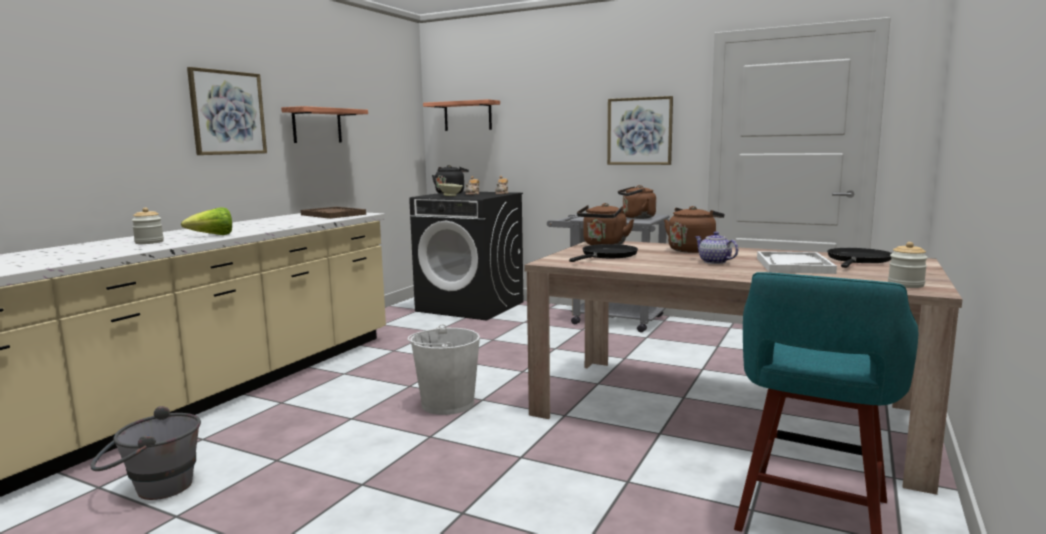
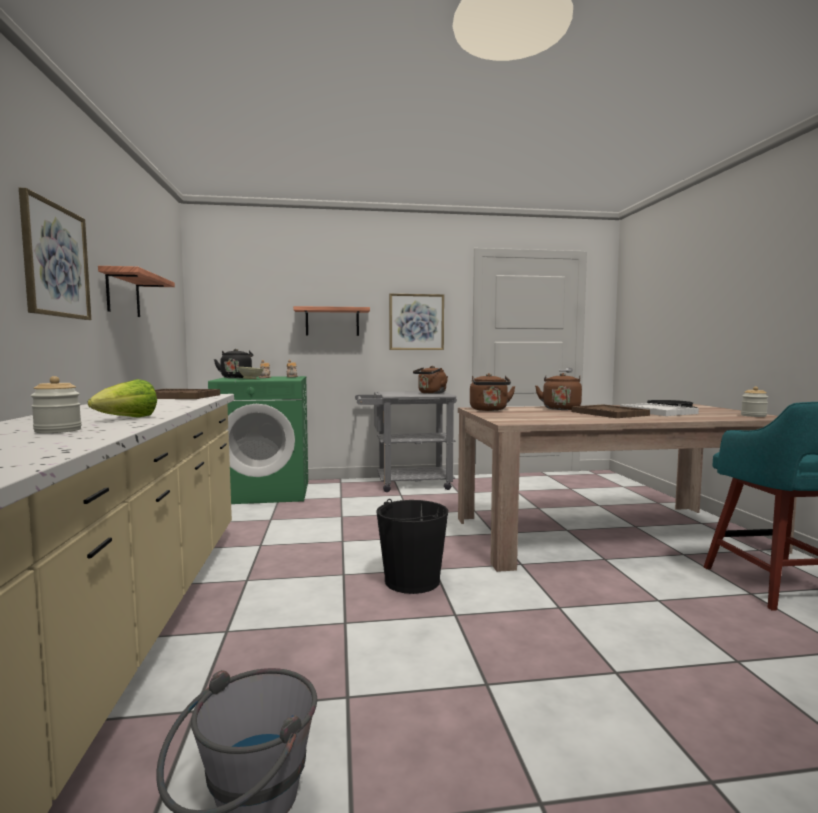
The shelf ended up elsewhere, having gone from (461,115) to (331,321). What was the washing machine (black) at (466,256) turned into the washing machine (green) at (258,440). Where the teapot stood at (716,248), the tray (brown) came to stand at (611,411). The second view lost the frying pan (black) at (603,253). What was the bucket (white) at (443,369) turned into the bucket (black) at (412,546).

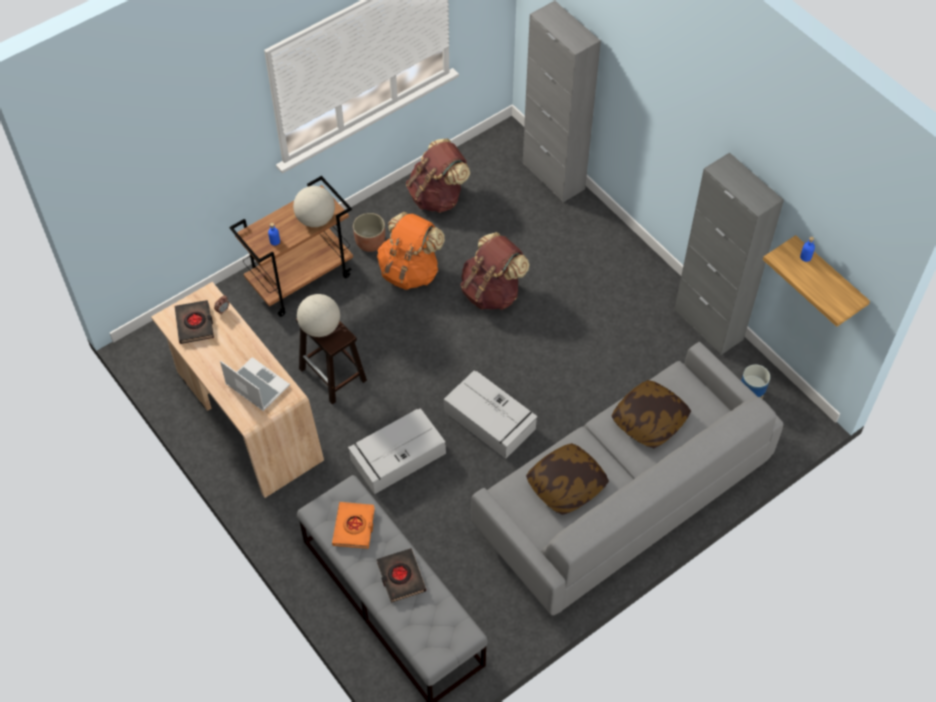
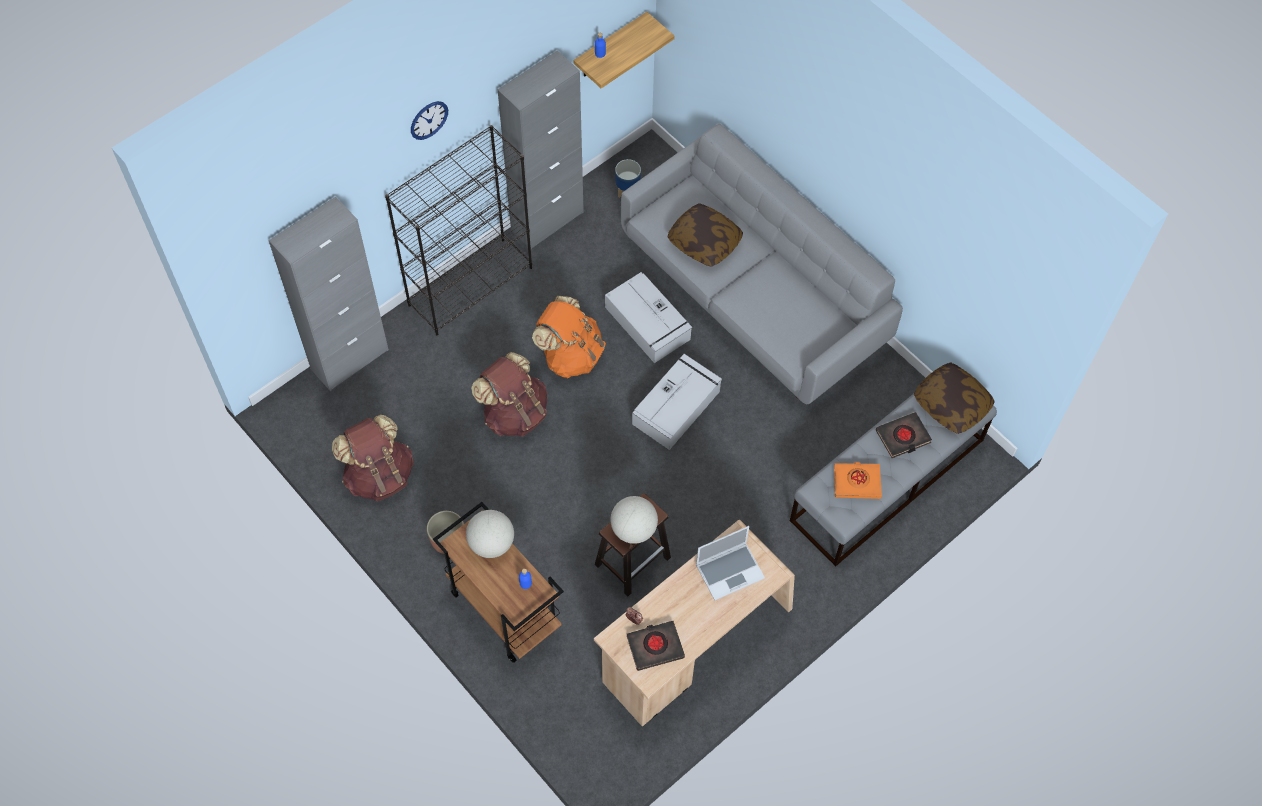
The backpack (orange) ended up elsewhere, having gone from (411,251) to (569,337). The laptop at (255,384) ended up facing another way, 150 degrees counterclockwise from before. The storage box (grey) ended up elsewhere, having gone from (397,451) to (648,317). The pillow ended up elsewhere, having gone from (567,479) to (954,398). The second view gained the wall clock at (429,120). The second view gained the bookcase (black) at (458,230).

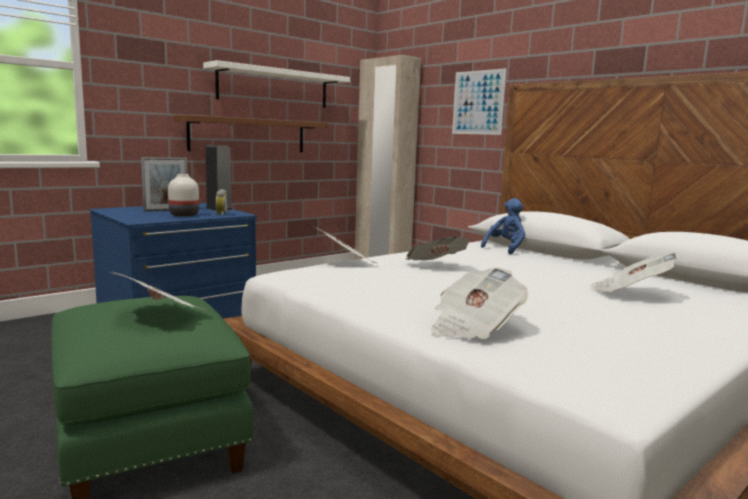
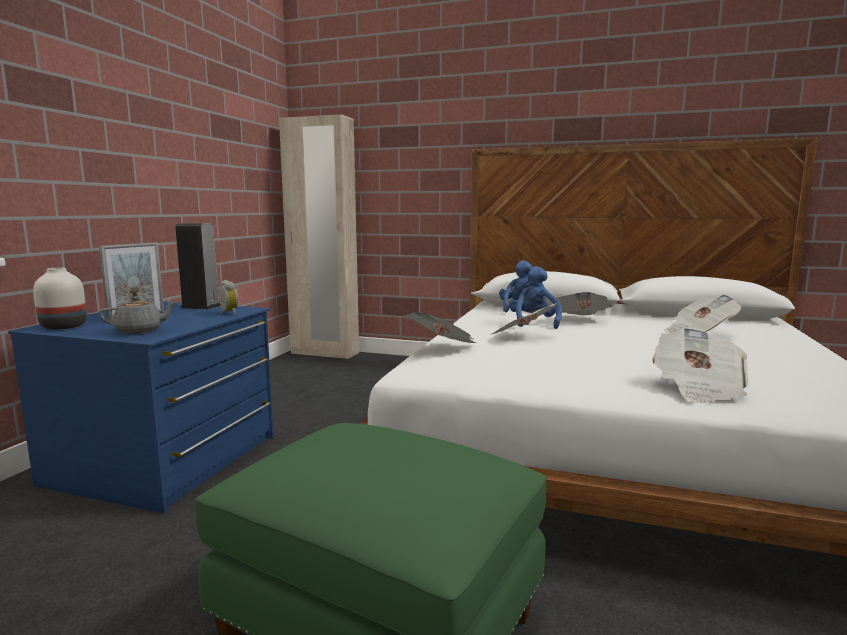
The second view lost the shelf (white) at (276,84). The second view lost the picture at (479,101). The second view lost the shelf (brown) at (250,133). The vase (white) ended up elsewhere, having gone from (183,195) to (60,299). The newspaper ended up elsewhere, having gone from (158,291) to (583,303). The second view gained the plush toy (blue) at (535,297). The second view gained the teapot (grey) at (138,315).

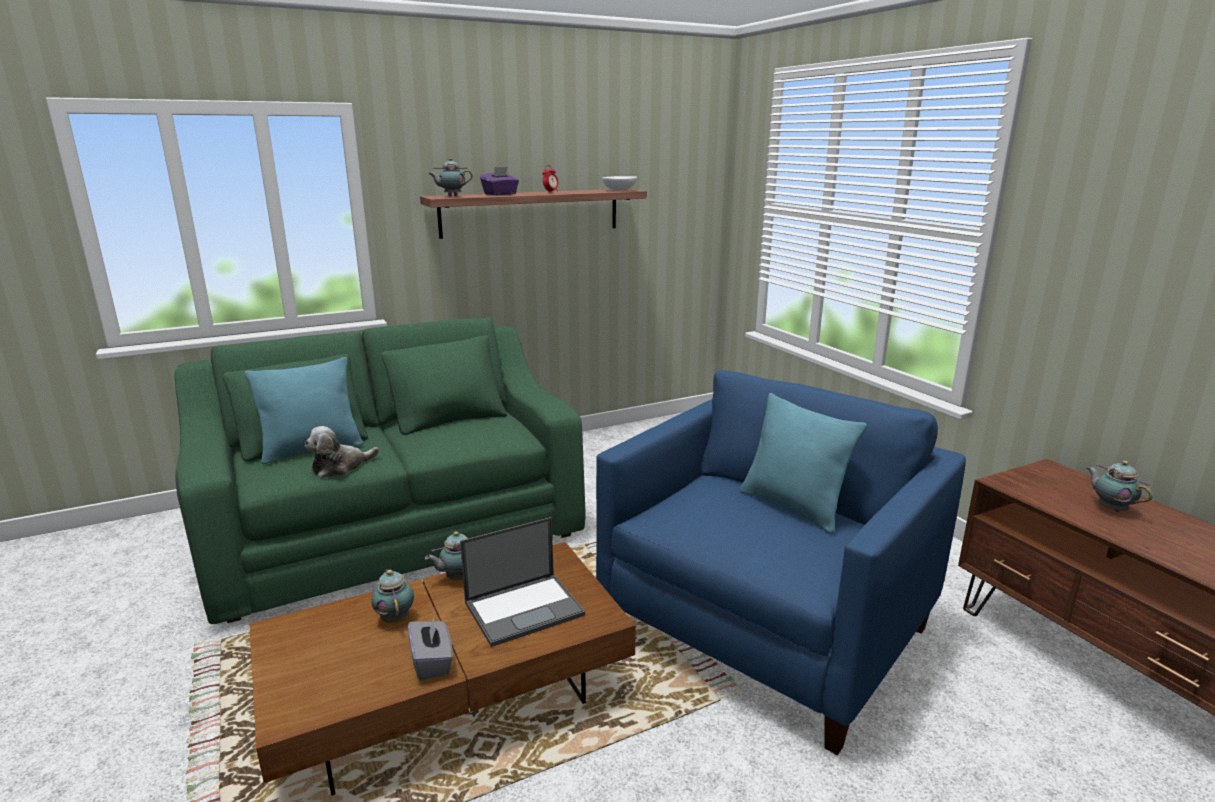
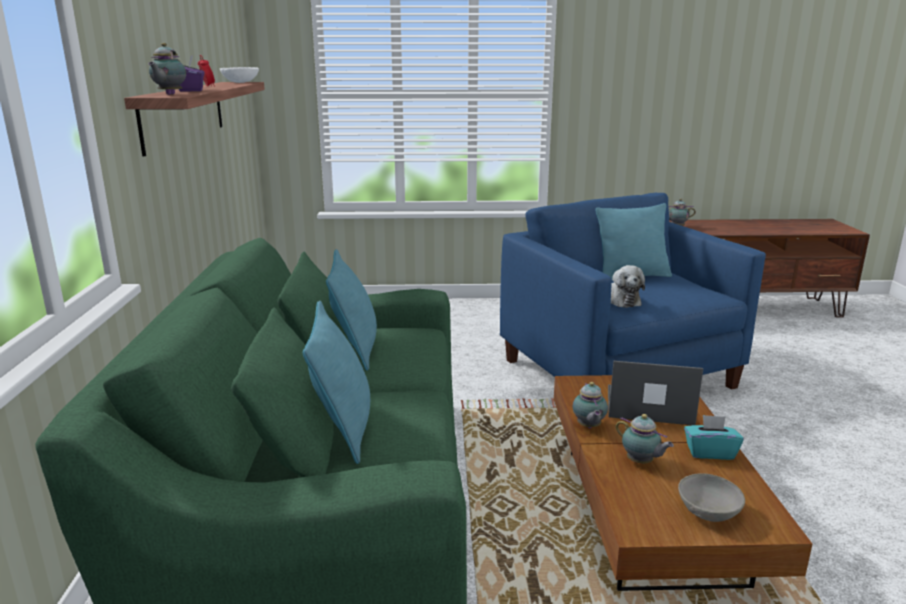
The plush toy ended up elsewhere, having gone from (342,452) to (628,286). The laptop at (522,582) ended up facing another way, 75 degrees counterclockwise from before. The teapot at (392,596) ended up facing another way, 135 degrees counterclockwise from before. What was the tissue box (grey) at (430,648) turned into the tissue box (turquoise) at (714,437). The second view gained the pillow (turquoise) at (351,310). The second view gained the bowl (grey) at (711,497).

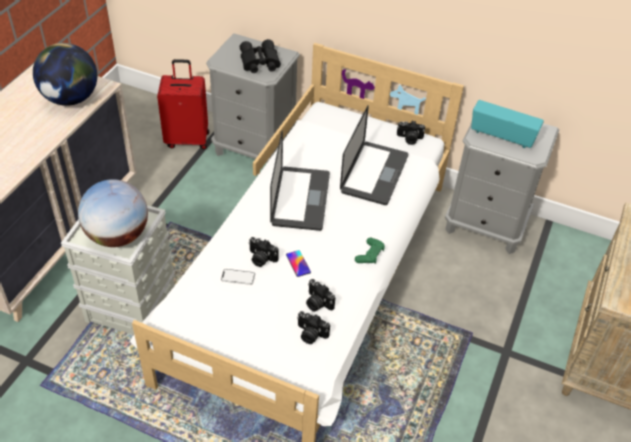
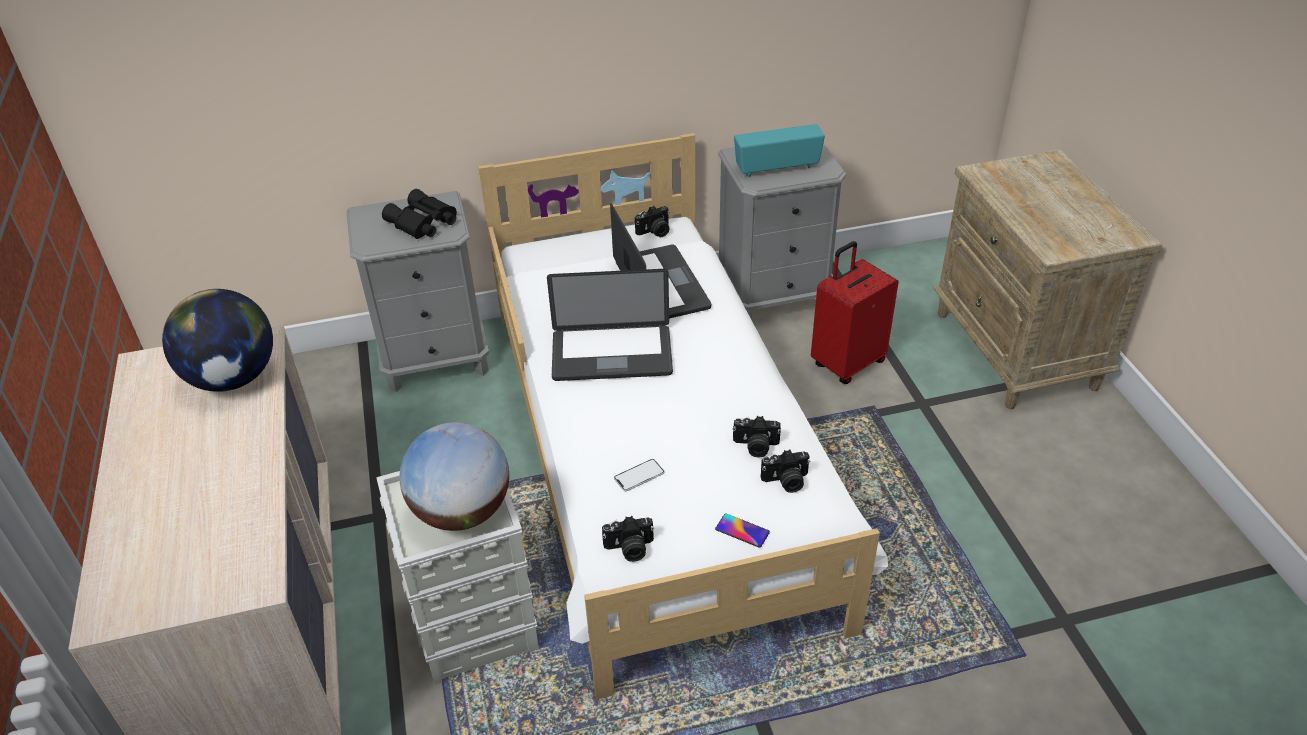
The suitcase (red) ended up elsewhere, having gone from (183,104) to (855,312). The laptop at (300,180) ended up facing another way, 120 degrees clockwise from before. The photo camera ended up elsewhere, having gone from (264,252) to (628,539). The second view lost the game controller (green) at (370,251). The phone ended up elsewhere, having gone from (298,263) to (742,531).

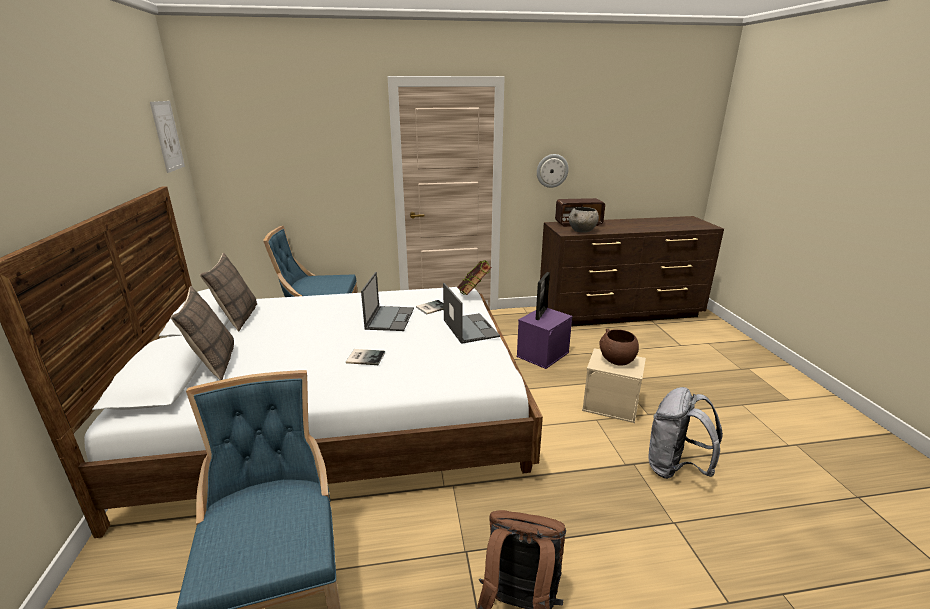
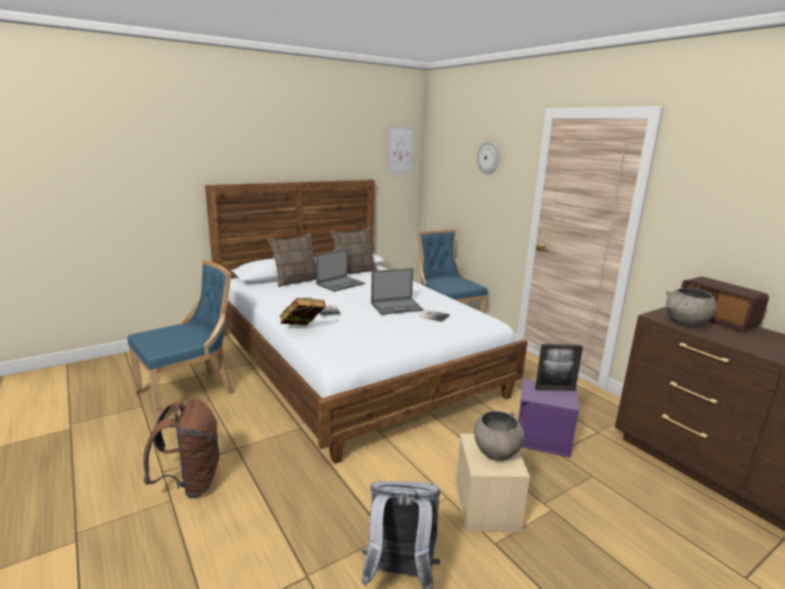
The wall clock ended up elsewhere, having gone from (553,171) to (488,157). The book ended up elsewhere, having gone from (474,277) to (302,311). The laptop ended up elsewhere, having gone from (471,313) to (340,270). What was the bowl (brown) at (619,347) turned into the bowl (grey) at (499,436).

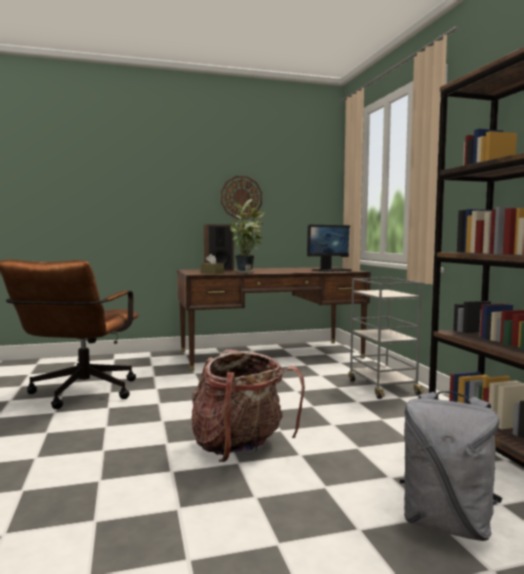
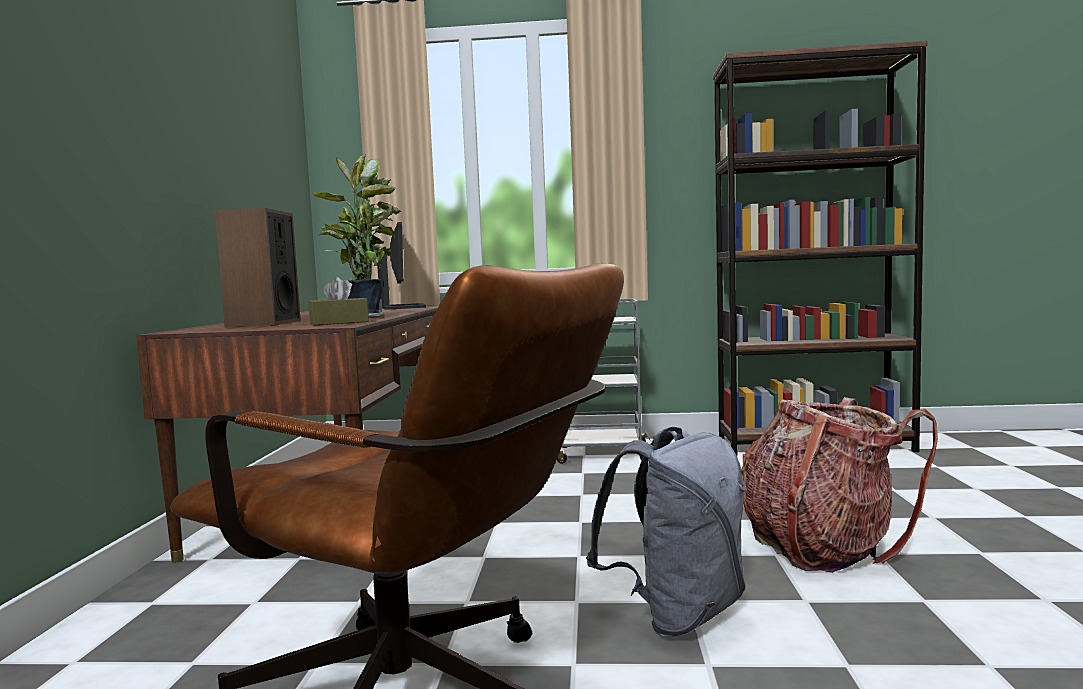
The second view lost the wall clock at (241,197). The backpack (grey) ended up elsewhere, having gone from (451,466) to (665,532).

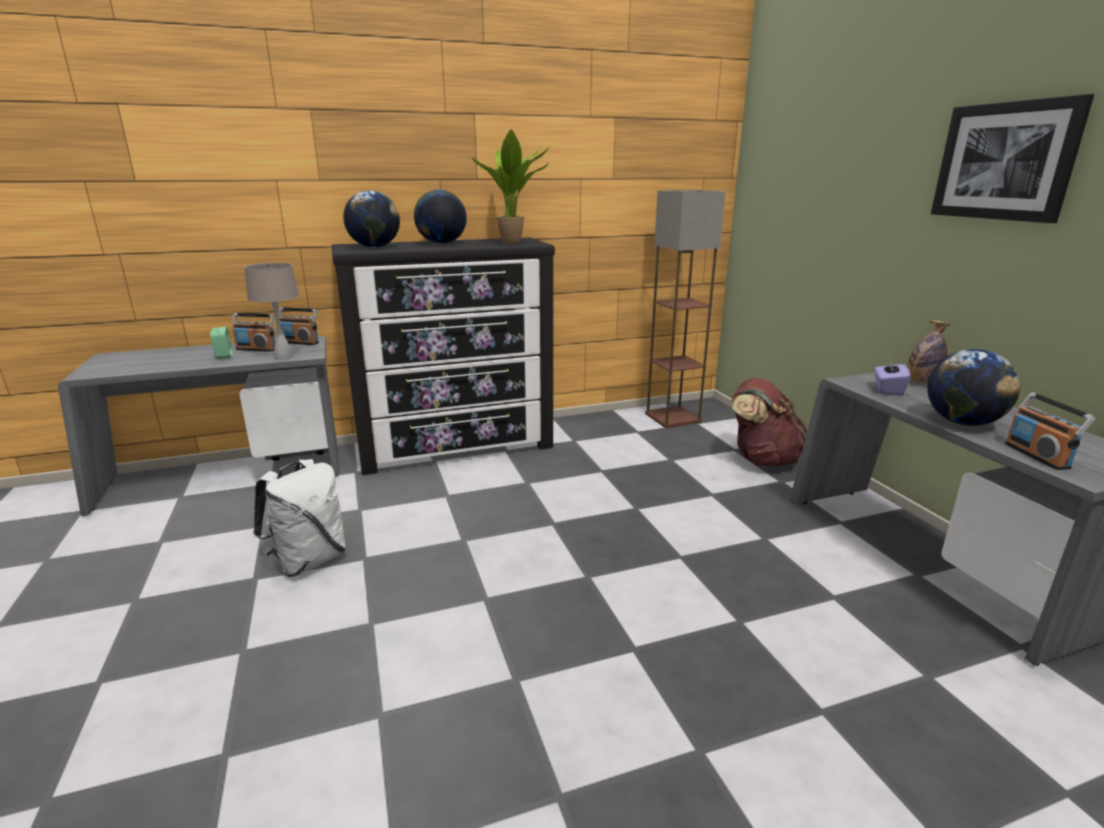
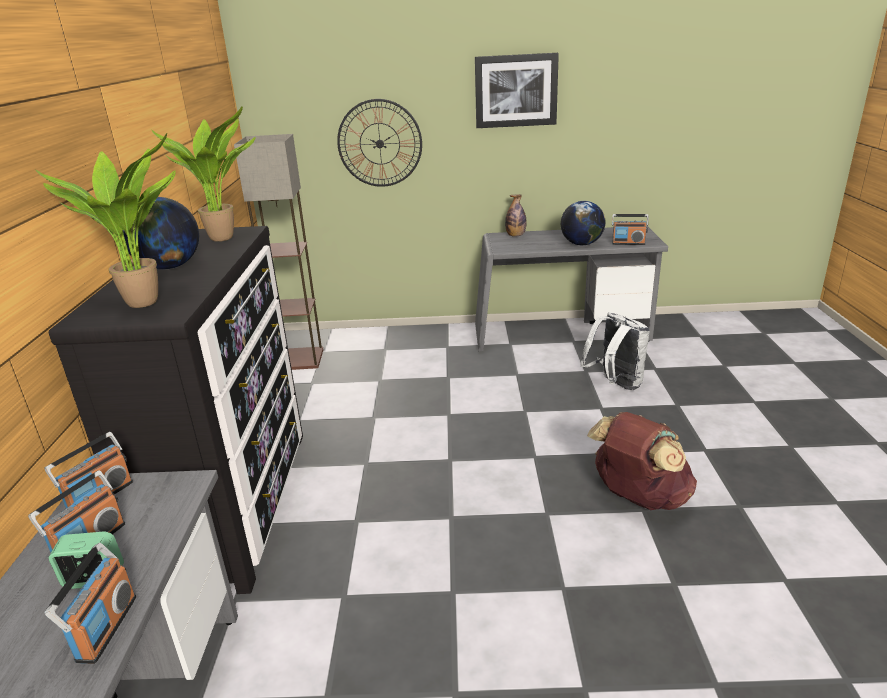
Where the globe stood at (371,219), the potted plant came to stand at (105,220). The second view lost the table lamp (beige) at (271,311). The second view lost the tissue box (purple) at (892,376). The backpack (brown) ended up elsewhere, having gone from (769,422) to (642,461). The backpack (white) ended up elsewhere, having gone from (299,518) to (615,351). The second view gained the wall clock at (379,143). The second view gained the radio at (90,603).

